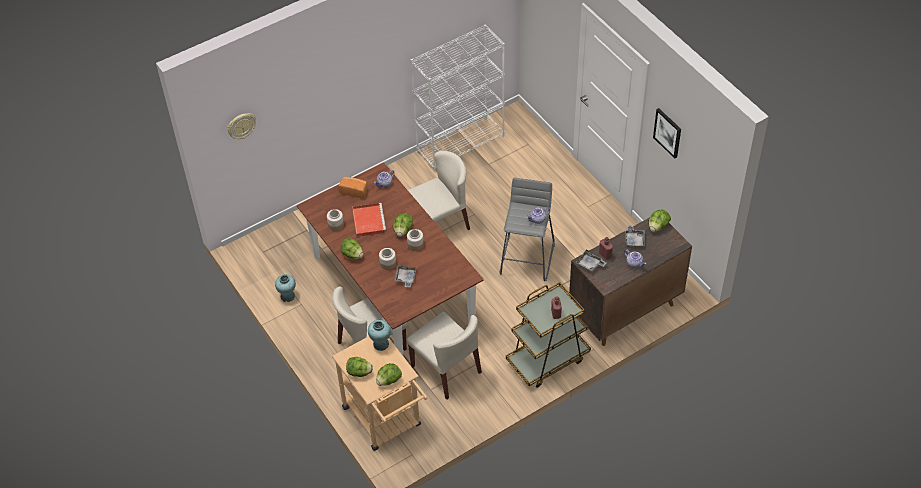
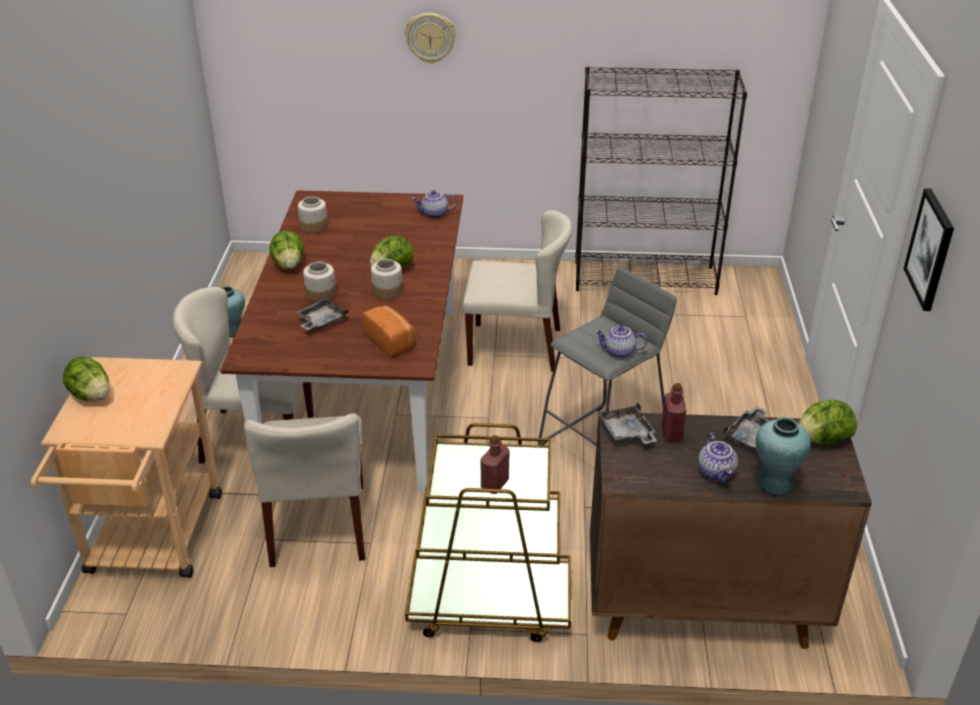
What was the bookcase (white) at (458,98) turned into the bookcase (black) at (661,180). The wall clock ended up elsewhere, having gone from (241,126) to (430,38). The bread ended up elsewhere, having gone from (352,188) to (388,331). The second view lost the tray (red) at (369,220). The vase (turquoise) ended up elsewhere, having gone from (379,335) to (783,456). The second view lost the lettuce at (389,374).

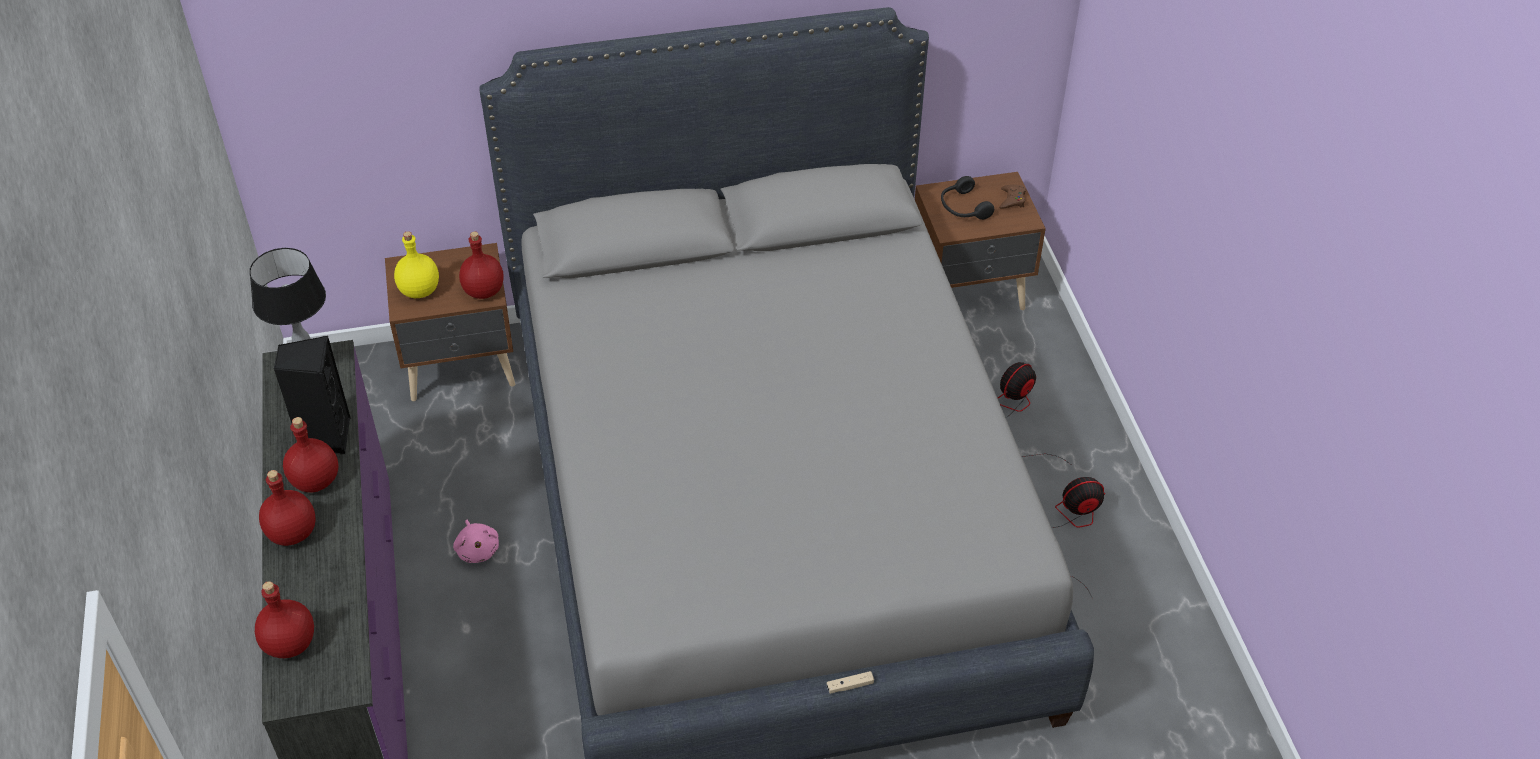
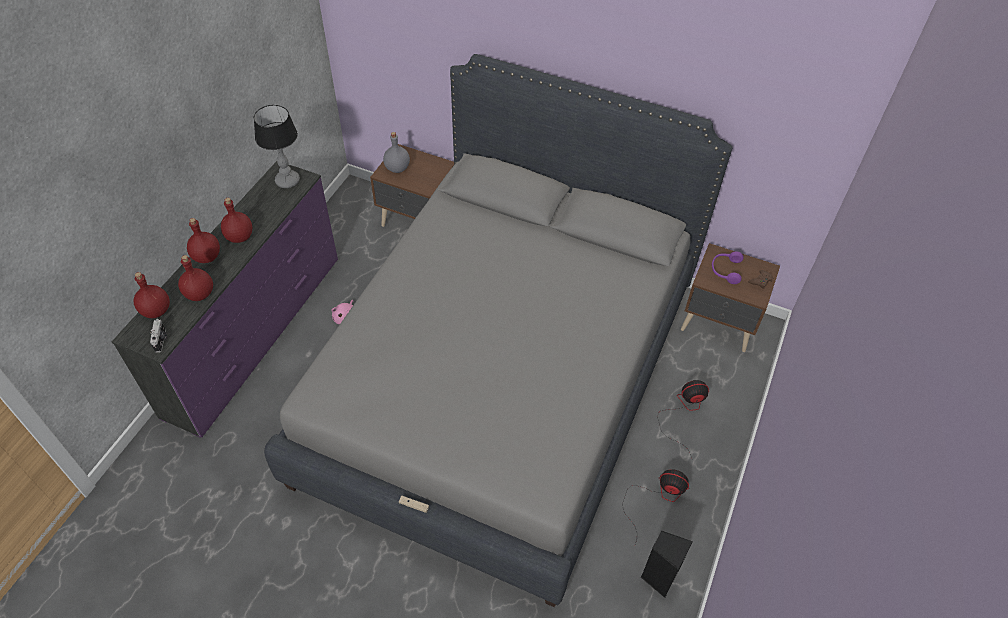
What was the headphones (black) at (967,198) turned into the headphones (purple) at (728,267). What was the bottle (yellow) at (416,264) turned into the bottle (grey) at (396,152). The bottle (red) ended up elsewhere, having gone from (481,265) to (195,278). The speaker (black) ended up elsewhere, having gone from (312,395) to (667,564). The second view gained the photo camera at (158,336).

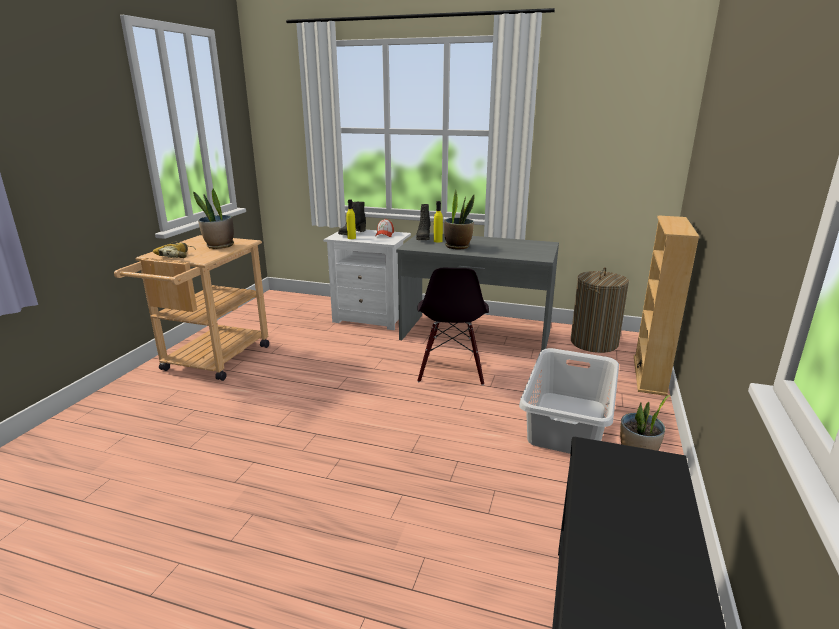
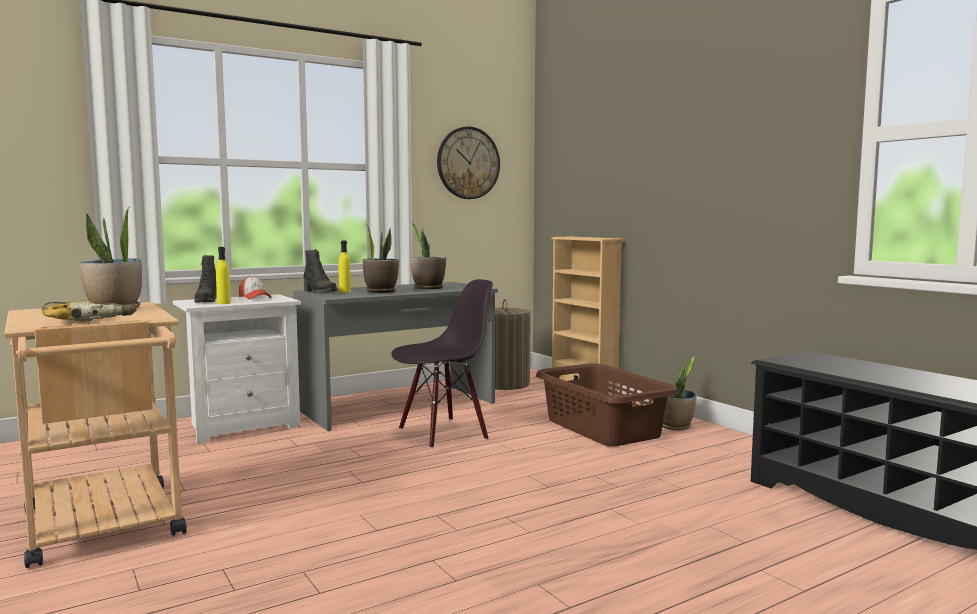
The chair (black) at (453,326) ended up facing another way, 75 degrees counterclockwise from before. What was the laundry basket (grey) at (569,401) turned into the laundry basket (brown) at (607,405). The second view gained the wall clock at (468,163). The second view gained the potted plant at (428,256).

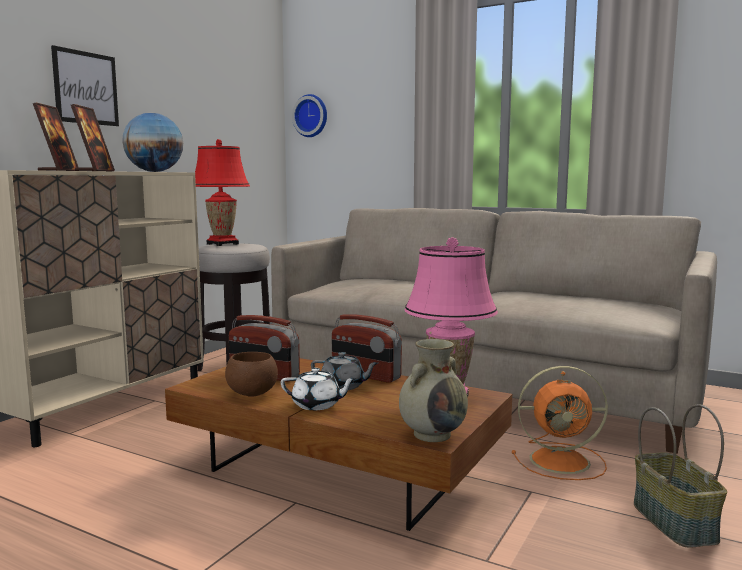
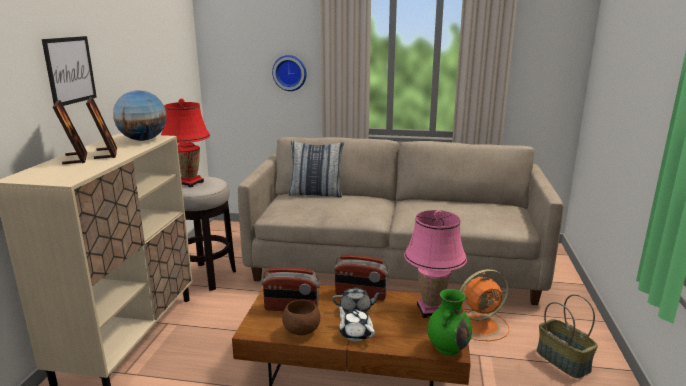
The wall clock ended up elsewhere, having gone from (309,115) to (289,73). What was the vase (beige) at (433,390) turned into the vase (green) at (449,322). The teapot (white) at (319,389) ended up facing another way, 120 degrees counterclockwise from before. The second view gained the pillow at (316,169).

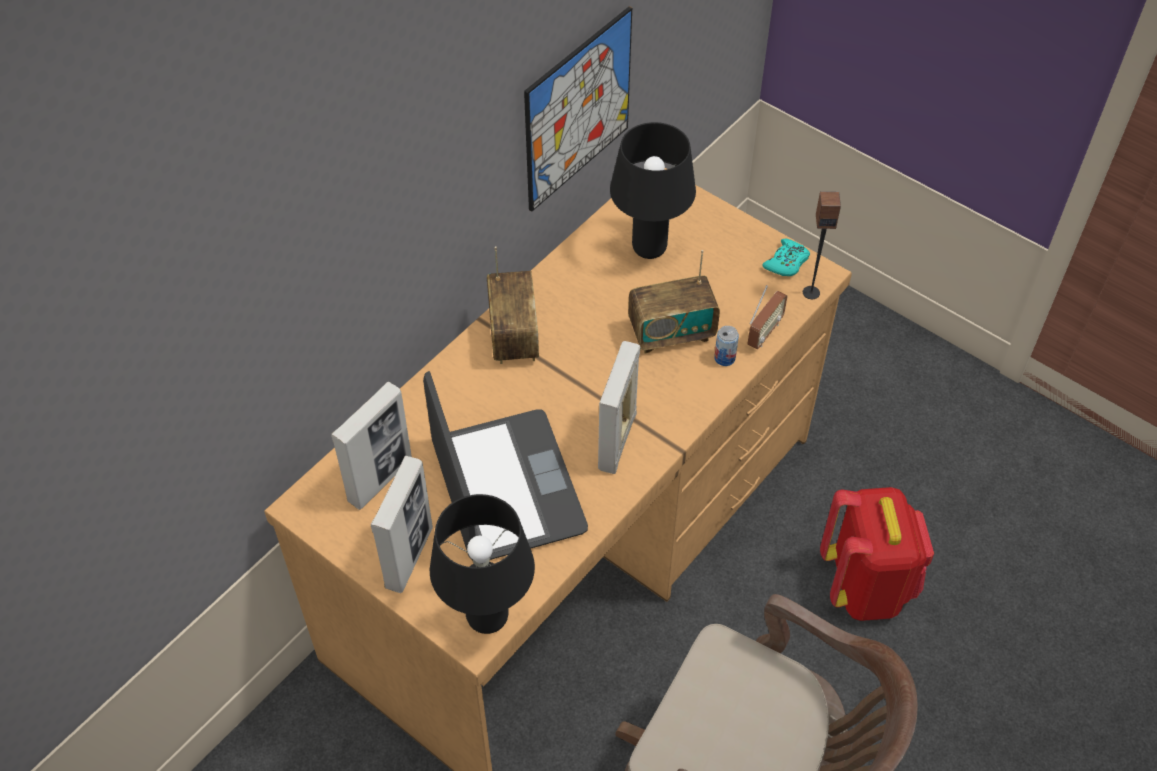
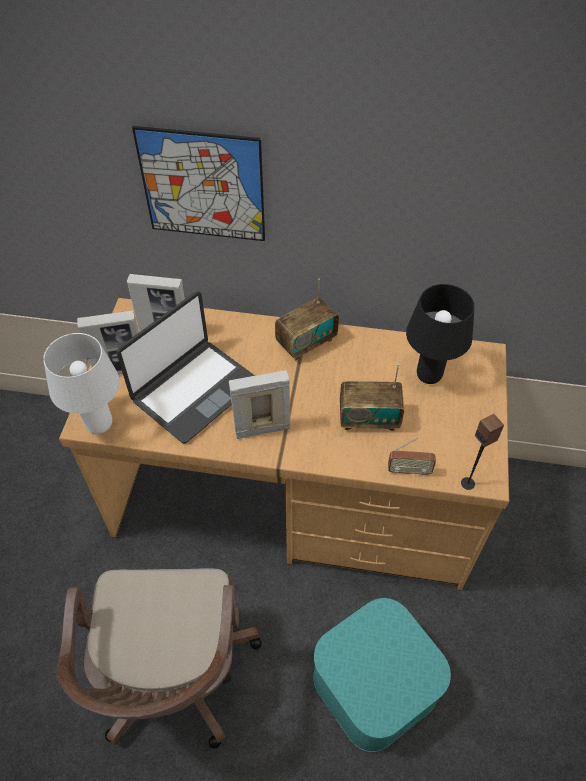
The picture ended up elsewhere, having gone from (578,109) to (198,183). The second view lost the game controller (turquoise) at (786,257). The radio at (674,301) ended up facing another way, 45 degrees counterclockwise from before. The second view lost the can at (726,346). Where the backpack (red) stood at (877,554), the storage box (turquoise) came to stand at (382,675). What was the table lamp (black) at (482,564) turned into the table lamp (white) at (81,383).

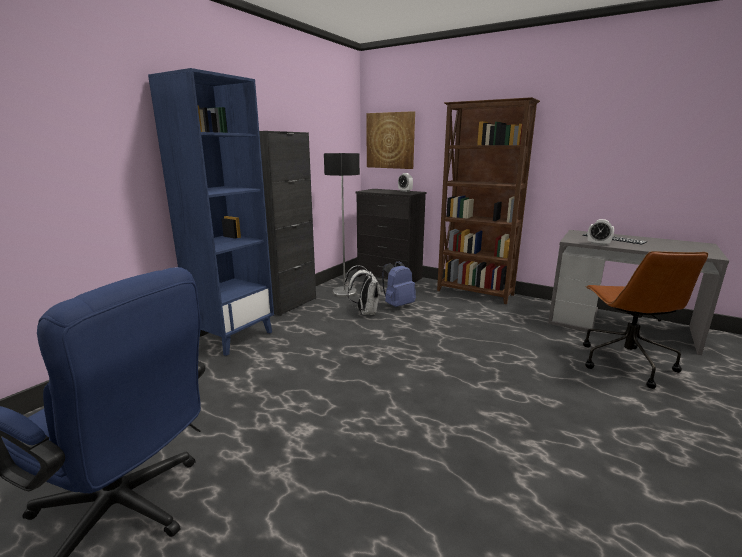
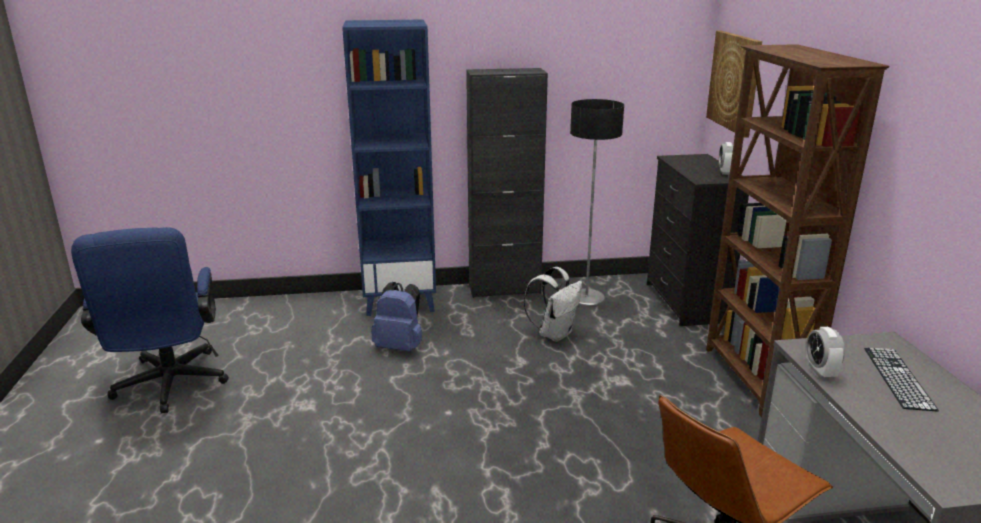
The backpack (blue) ended up elsewhere, having gone from (399,284) to (396,317).

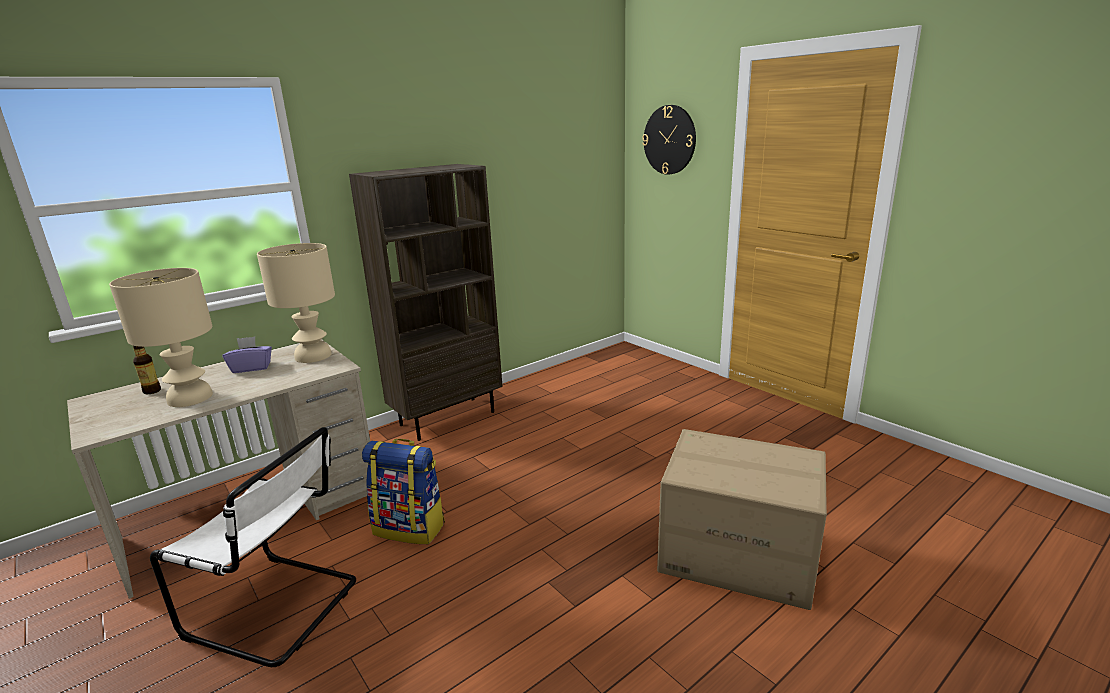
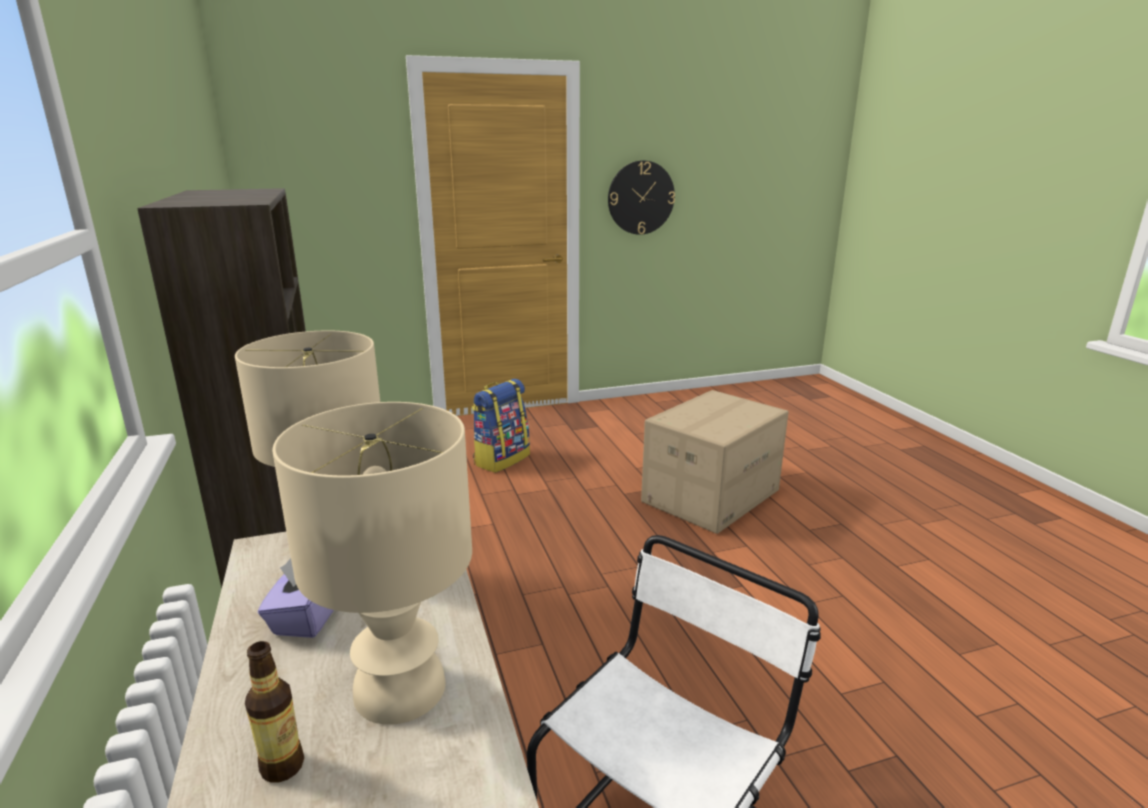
The wall clock ended up elsewhere, having gone from (669,140) to (641,197). The backpack ended up elsewhere, having gone from (403,491) to (501,426).

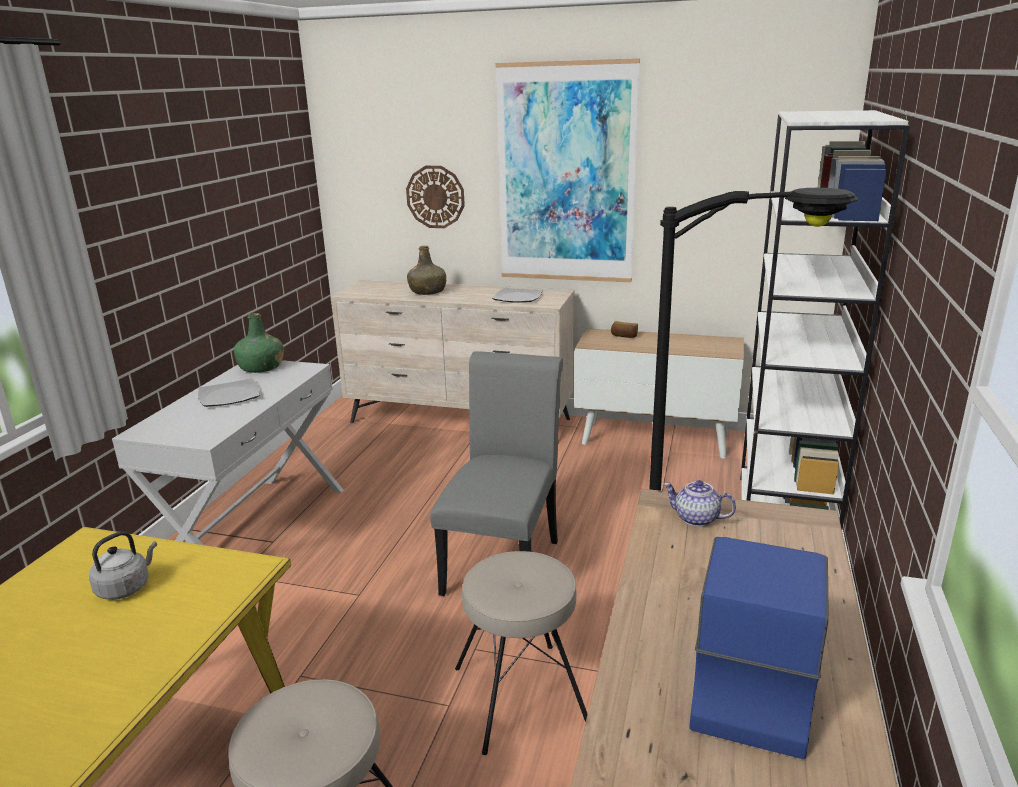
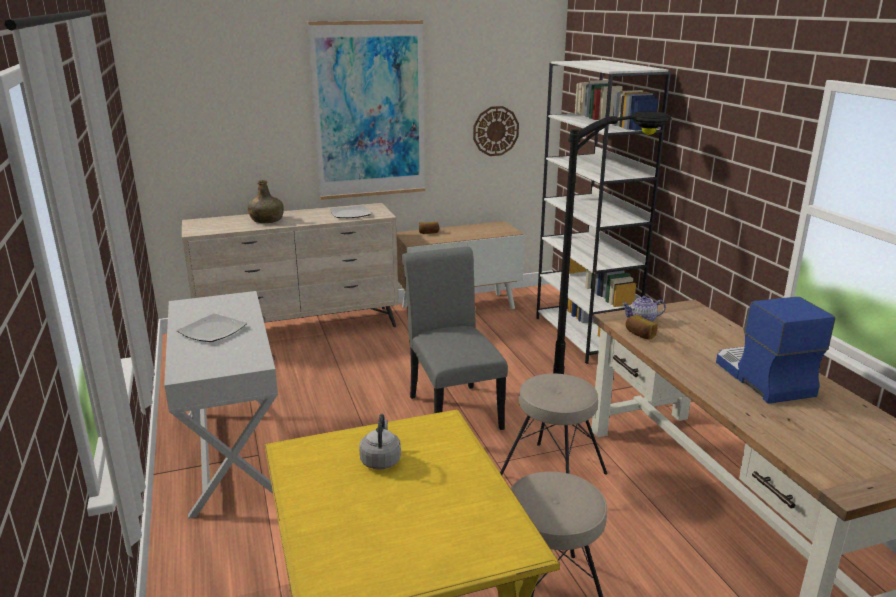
The wall clock ended up elsewhere, having gone from (435,197) to (496,131). The second view lost the bottle (green) at (259,343). The second view gained the bread at (642,327).

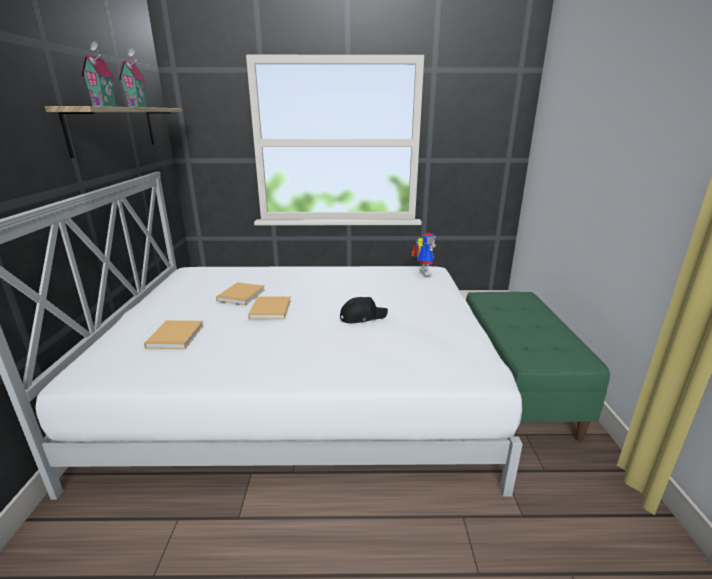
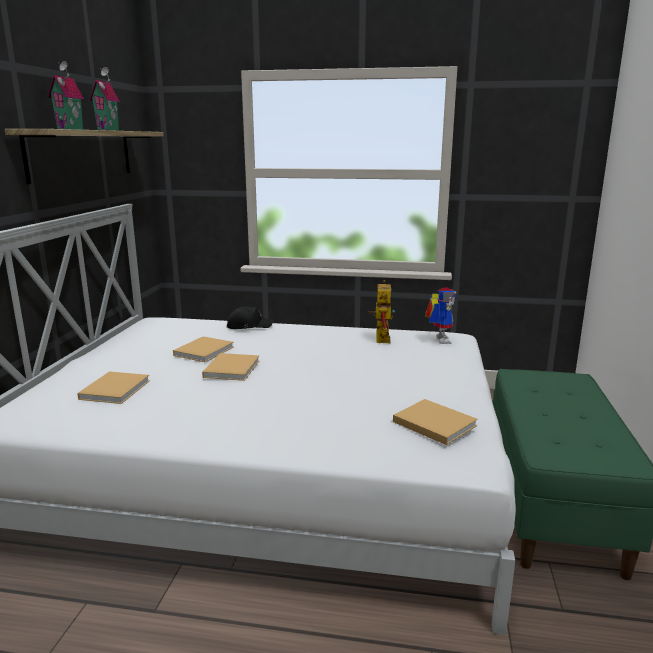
The cap (black) ended up elsewhere, having gone from (364,310) to (250,318). The second view gained the toy robot at (381,311). The second view gained the book (beige) at (435,422).

